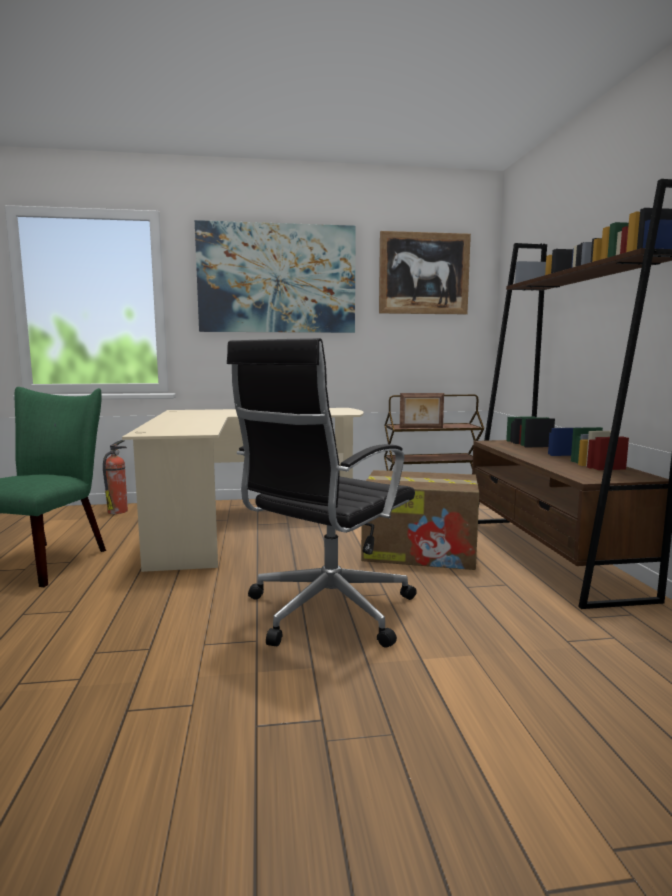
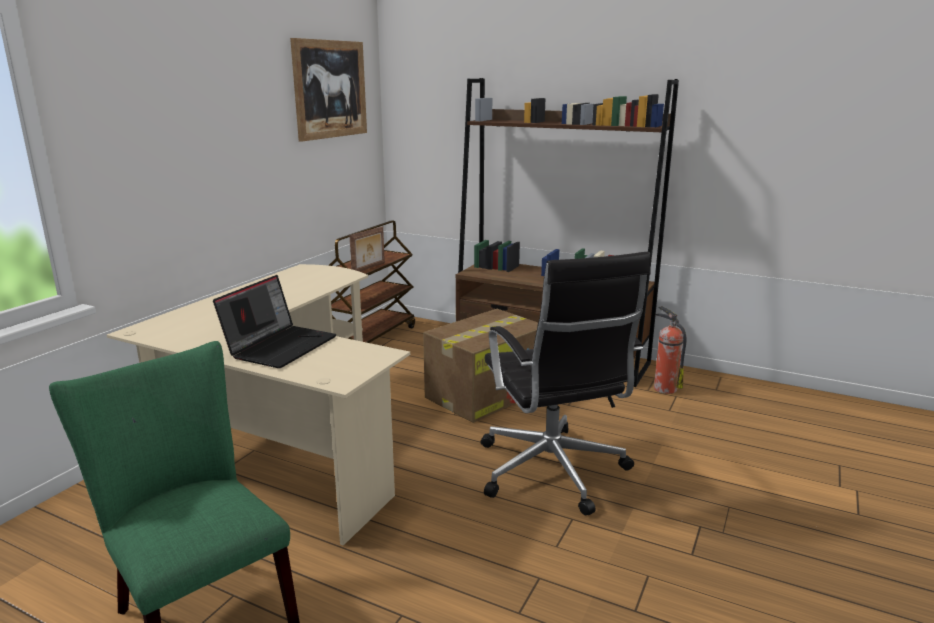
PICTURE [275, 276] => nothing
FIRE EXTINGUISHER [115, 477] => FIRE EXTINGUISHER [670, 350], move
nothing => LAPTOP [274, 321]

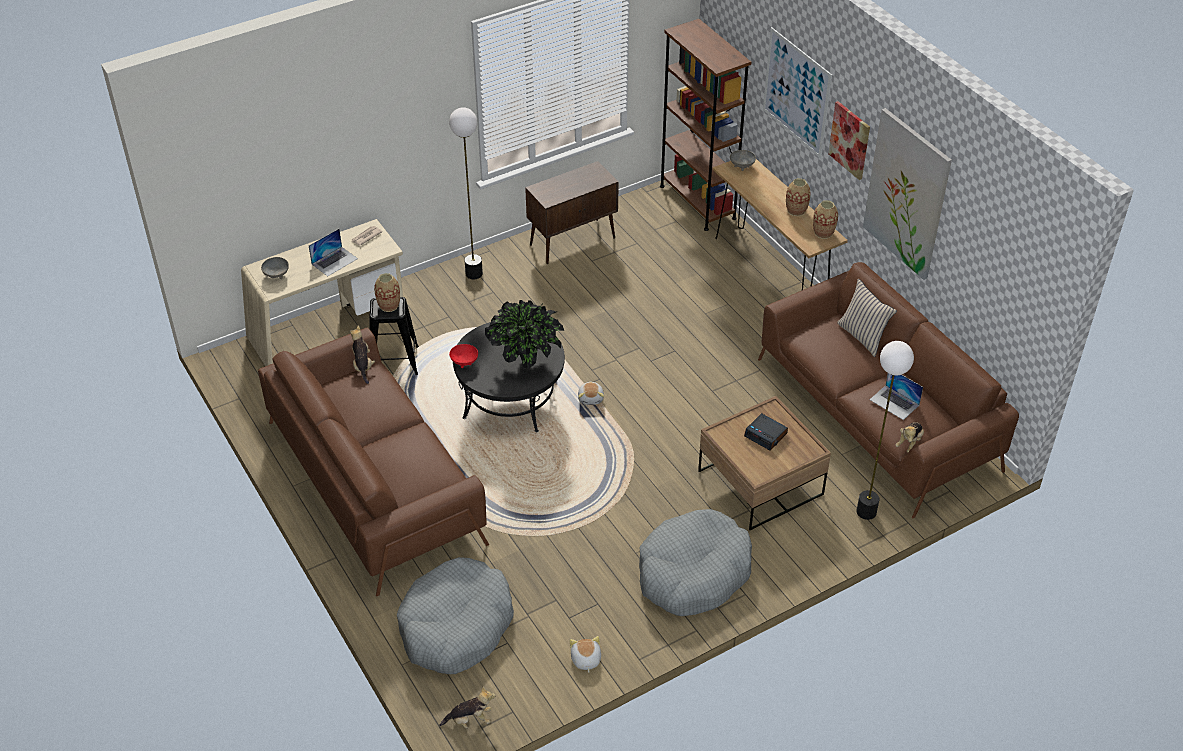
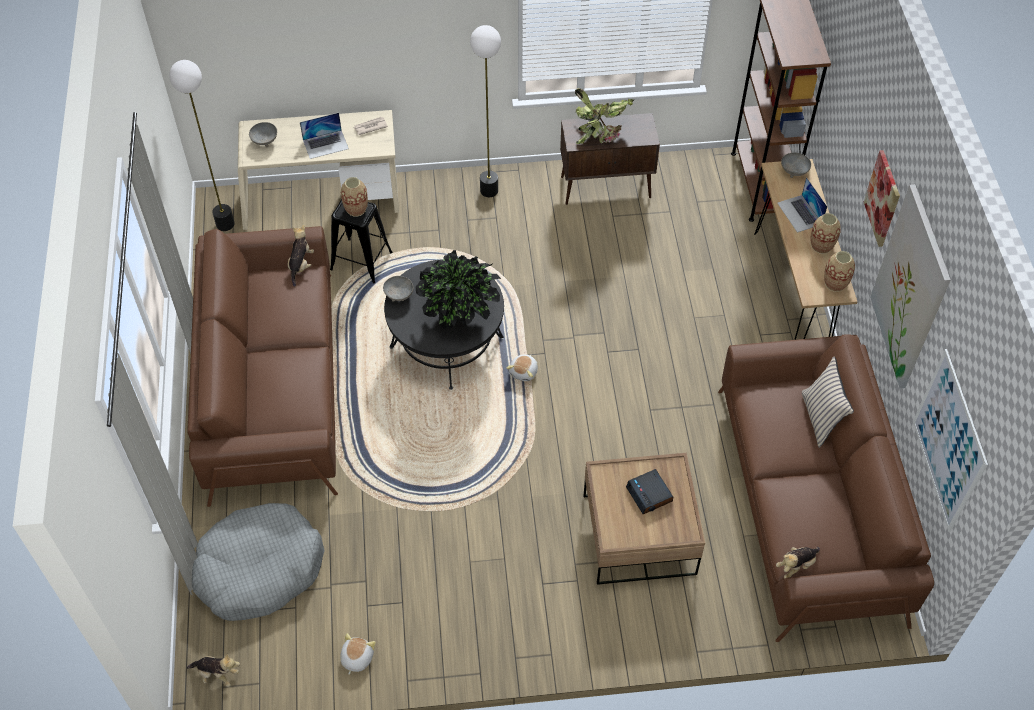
PICTURE [797, 92] => PICTURE [950, 440], move
FLOOR LAMP [885, 430] => FLOOR LAMP [202, 145], move
RED BOWL [463, 356] => GREY BOWL [398, 289]
LAPTOP [896, 396] => LAPTOP [802, 205], move
GREY DOG BED [695, 562] => nothing
nothing => POTTED PLANT [604, 116]

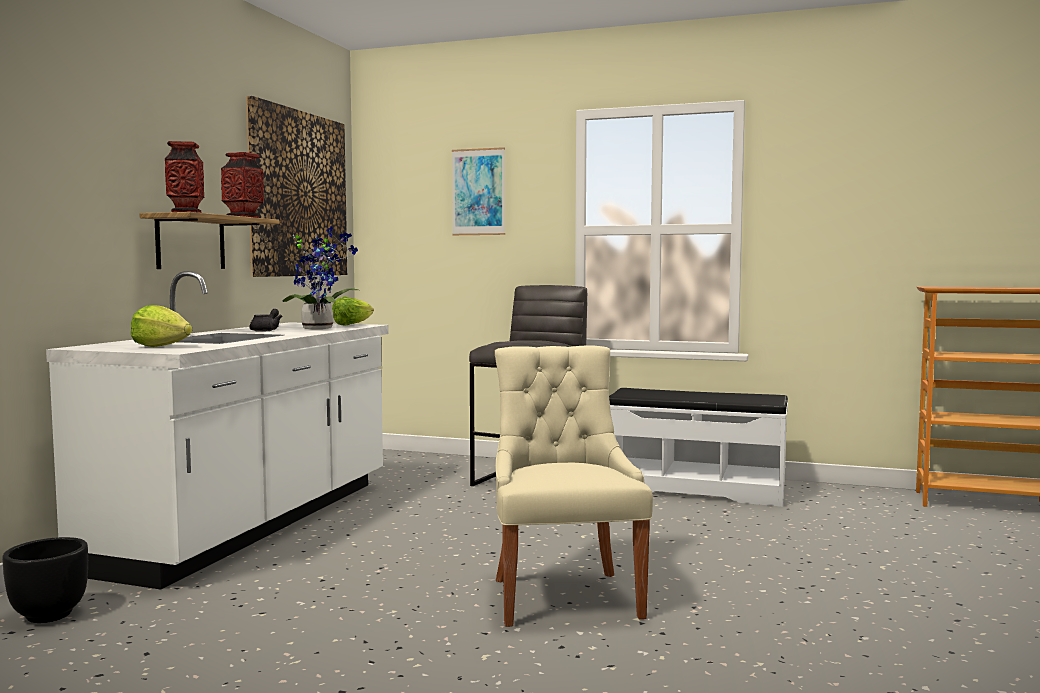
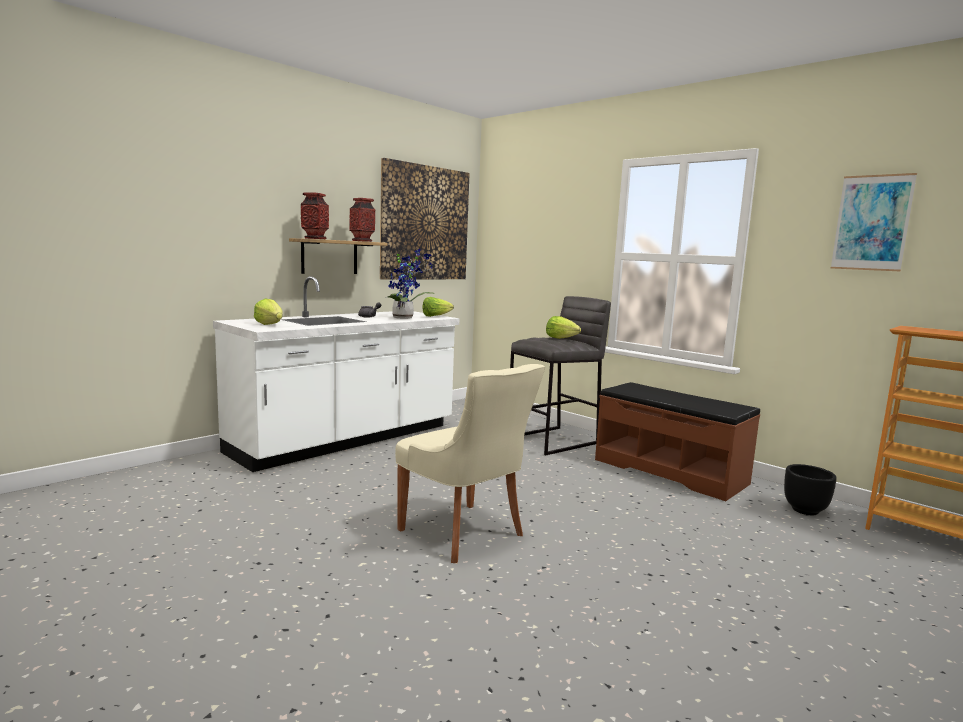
PICTURE [478, 191] => PICTURE [874, 222], move
BEIGE CHAIR [574, 486] => BEIGE CHAIR [470, 463], 120 degrees clockwise
WHITE BENCH [698, 447] => BROWN BENCH [677, 441]
BLACK PLANTER [45, 580] => BLACK PLANTER [810, 489], move
nothing => LETTUCE [563, 327]

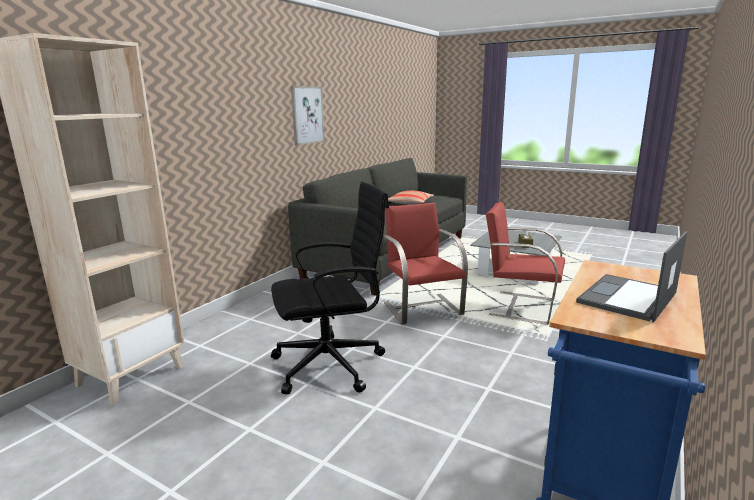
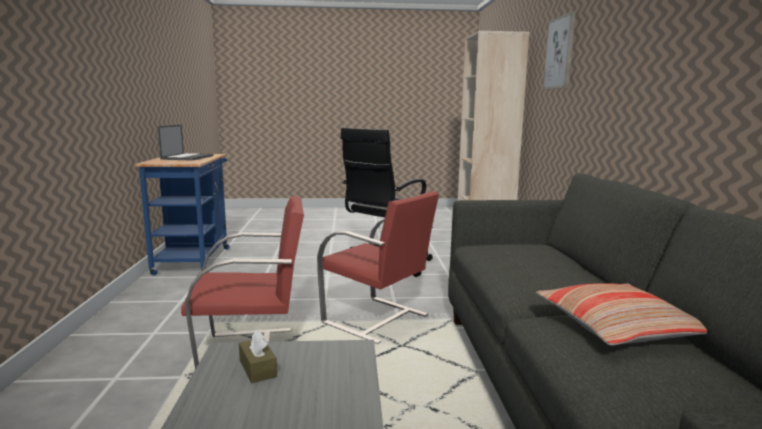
PICTURE [308, 115] => PICTURE [559, 50], move

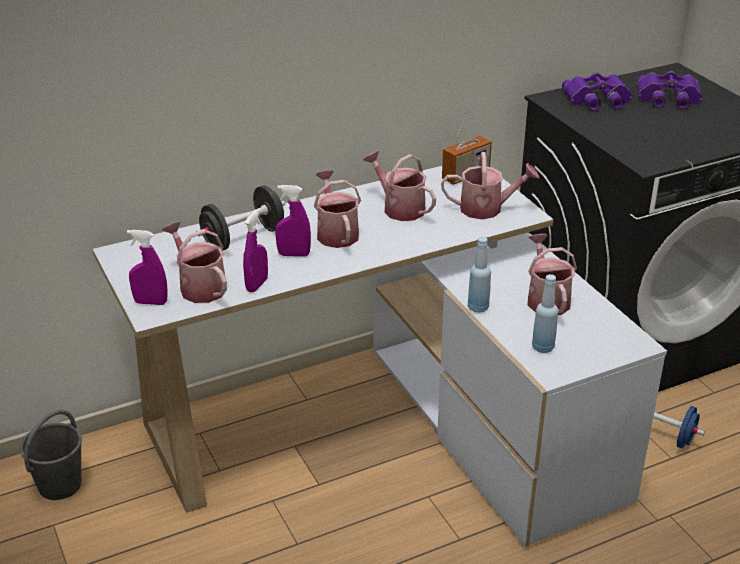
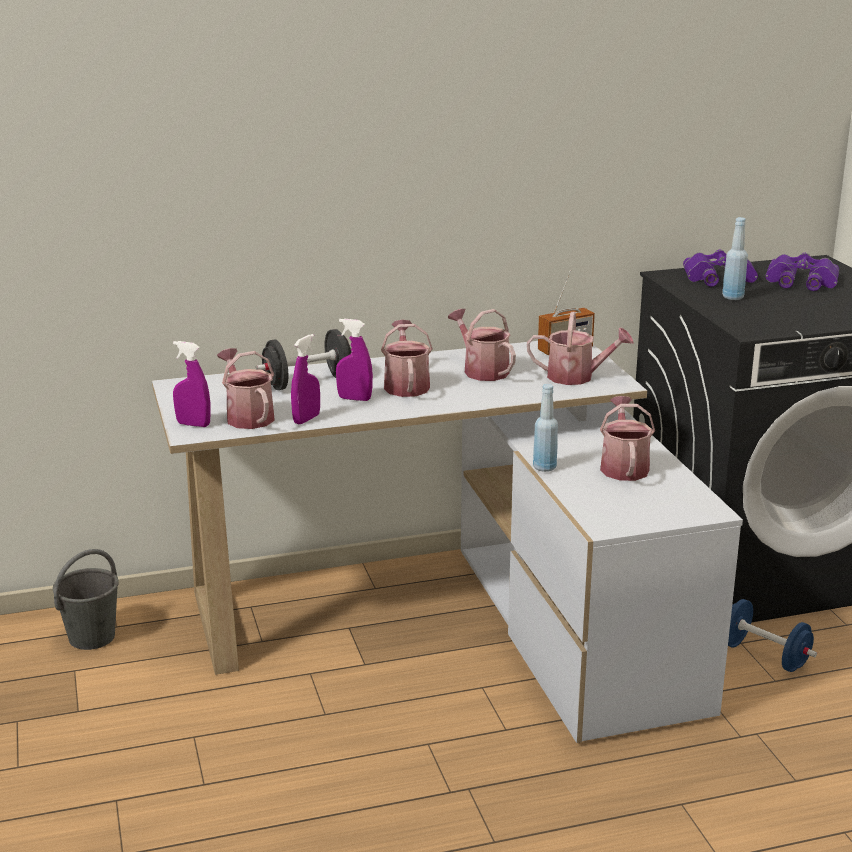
BLUE BOTTLE [545, 313] => BLUE BOTTLE [735, 258], move

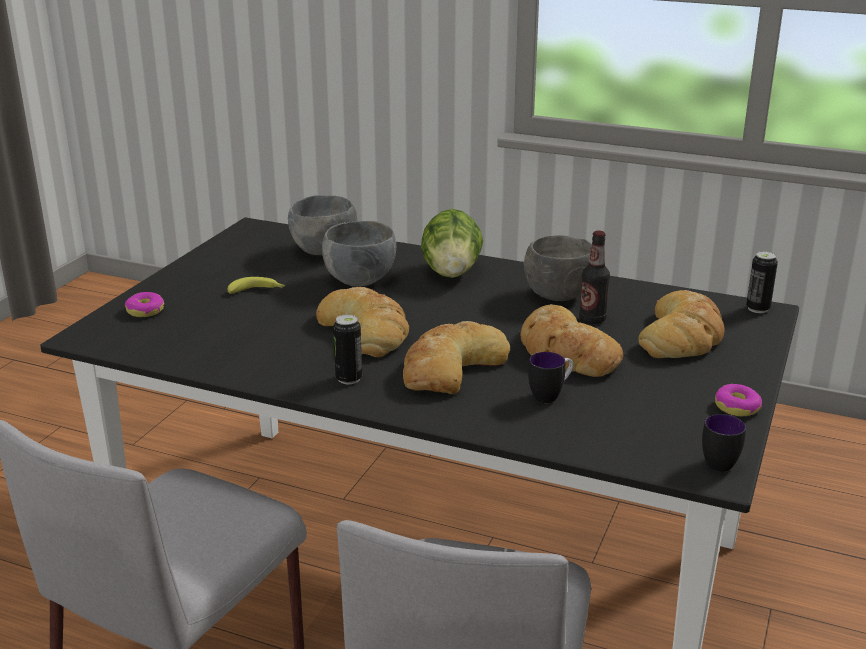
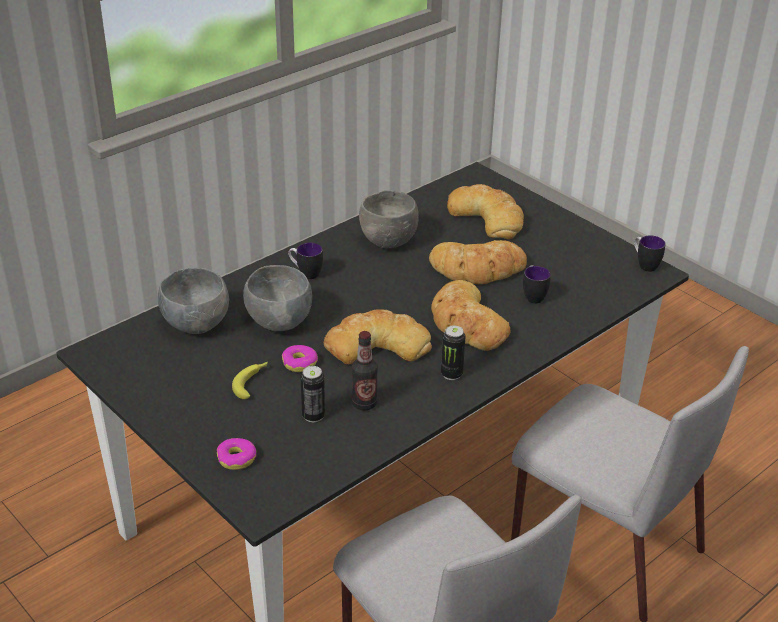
LETTUCE [452, 243] => MUG [305, 261]
BOTTLE [594, 277] => BOTTLE [364, 370], move
CAN [762, 282] => CAN [313, 394], move
DONUT [738, 400] => DONUT [300, 358], move

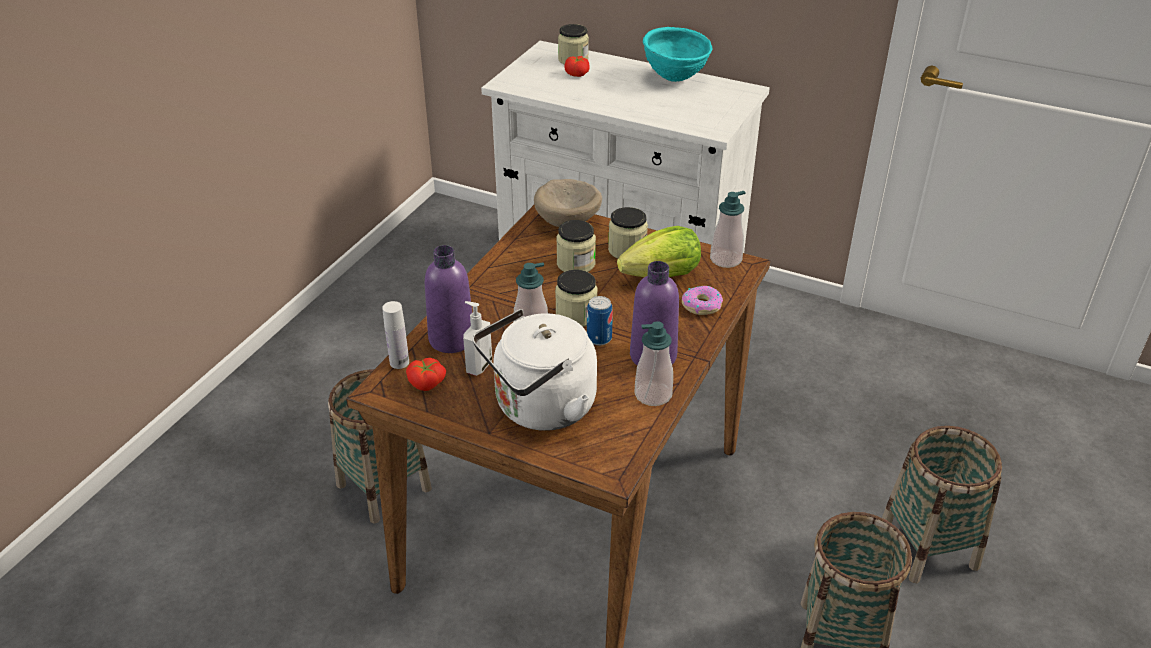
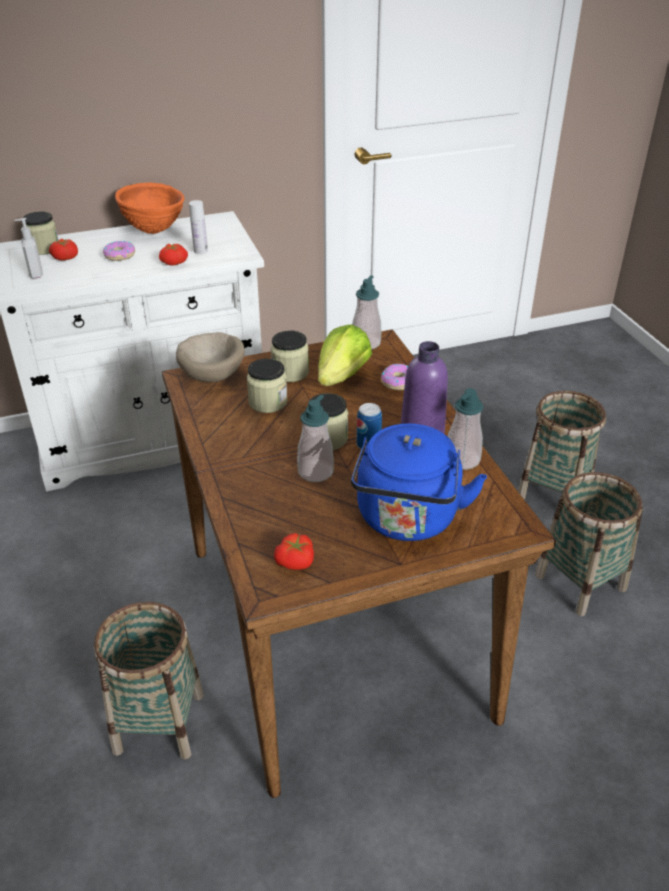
TURQUOISE BOWL [677, 54] => ORANGE BOWL [150, 208]
PURPLE BOTTLE [448, 299] => nothing
WHITE BOTTLE [395, 335] => WHITE BOTTLE [198, 227], move
SOAP DISPENSER [477, 338] => SOAP DISPENSER [28, 248], move
WHITE KETTLE [535, 370] => BLUE KETTLE [419, 482]
nothing => DONUT [119, 251]
nothing => TOMATO [173, 255]

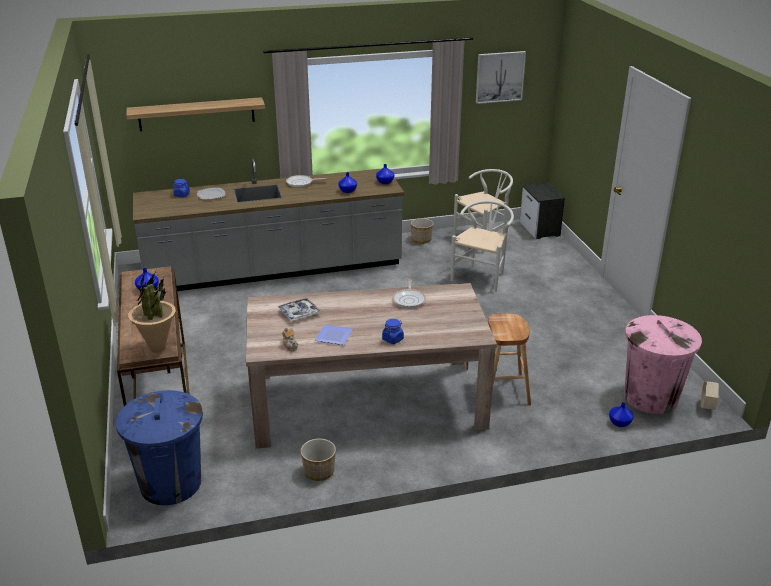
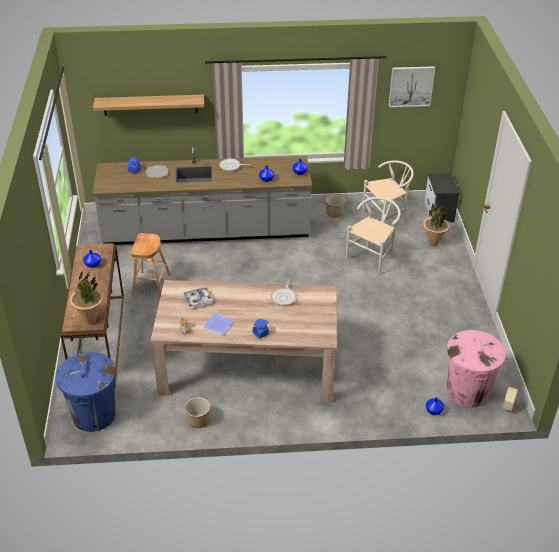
BROWN STOOL [509, 359] => BROWN STOOL [150, 264], move
nothing => POTTED PLANT [436, 224]

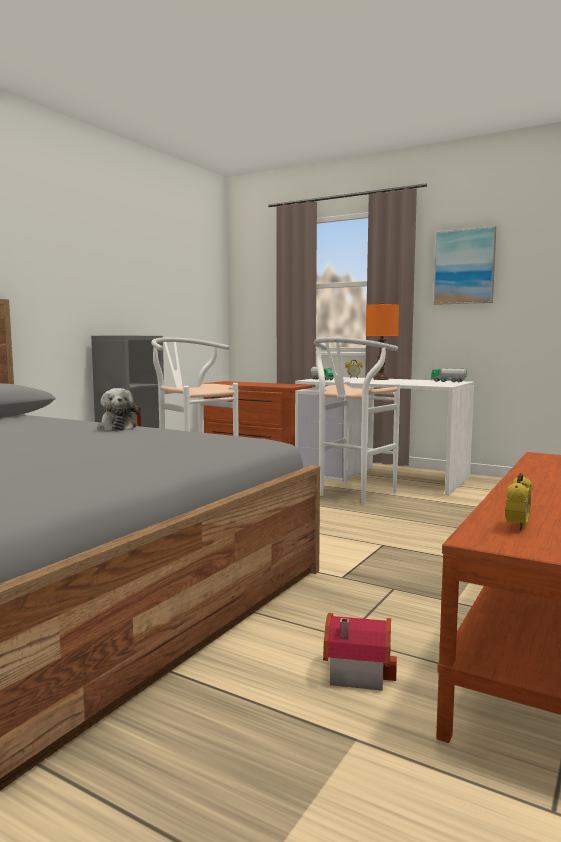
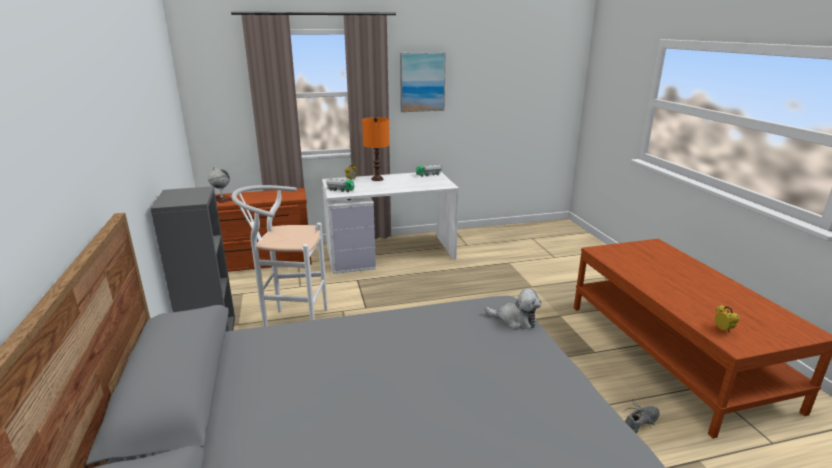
WHITE STOOL [357, 420] => nothing
PLUSH TOY [118, 409] => PLUSH TOY [513, 309], move
TOY HOUSE [360, 652] => GREY SHOE [642, 416]
nothing => GLOBE [220, 185]

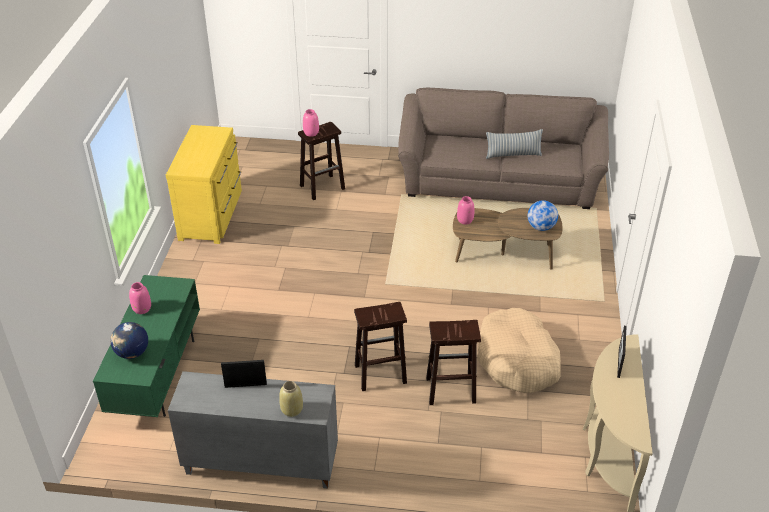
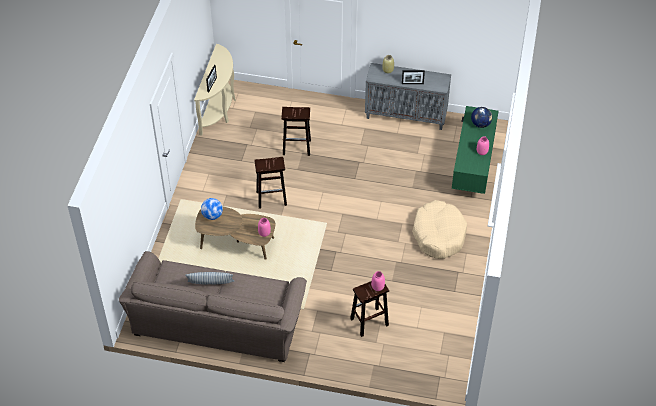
YELLOW DRESSER [204, 184] => nothing
BROWN STOOL [380, 346] => BROWN STOOL [270, 183], move
BEIGE DOG BED [519, 350] => BEIGE DOG BED [439, 229], move

